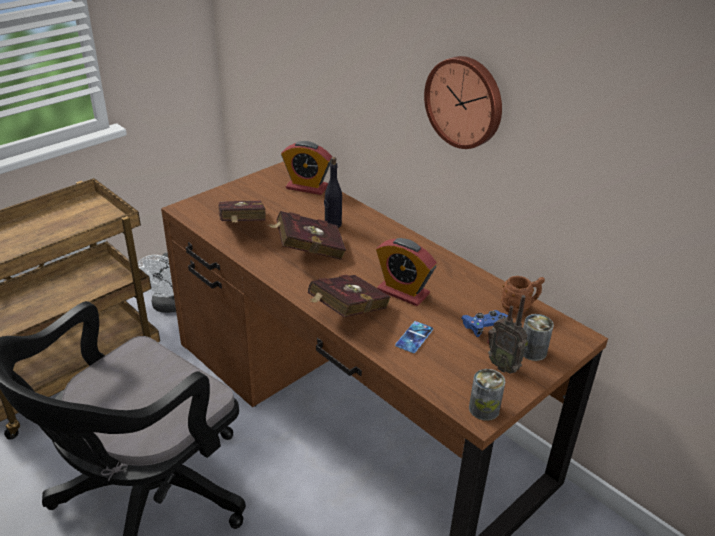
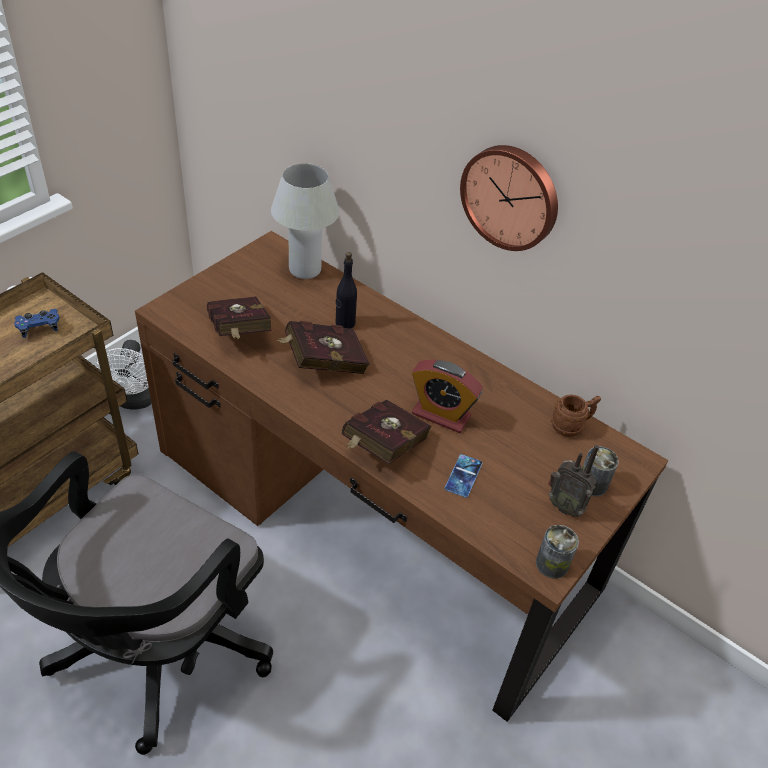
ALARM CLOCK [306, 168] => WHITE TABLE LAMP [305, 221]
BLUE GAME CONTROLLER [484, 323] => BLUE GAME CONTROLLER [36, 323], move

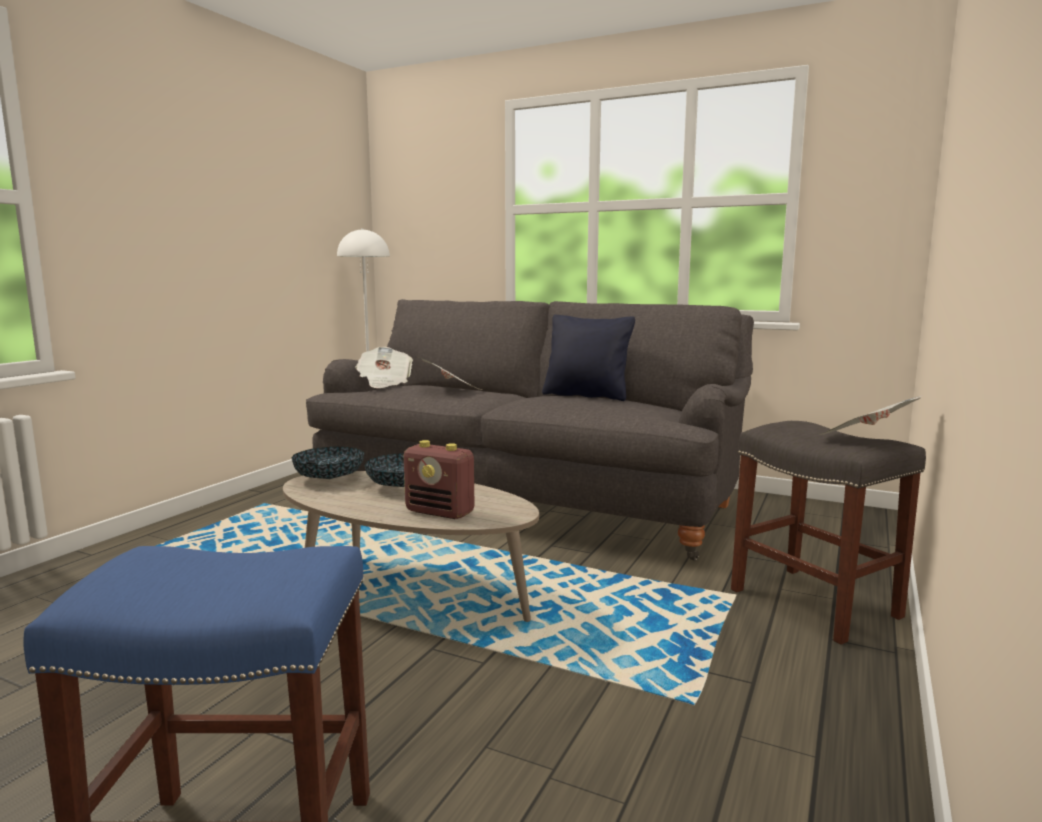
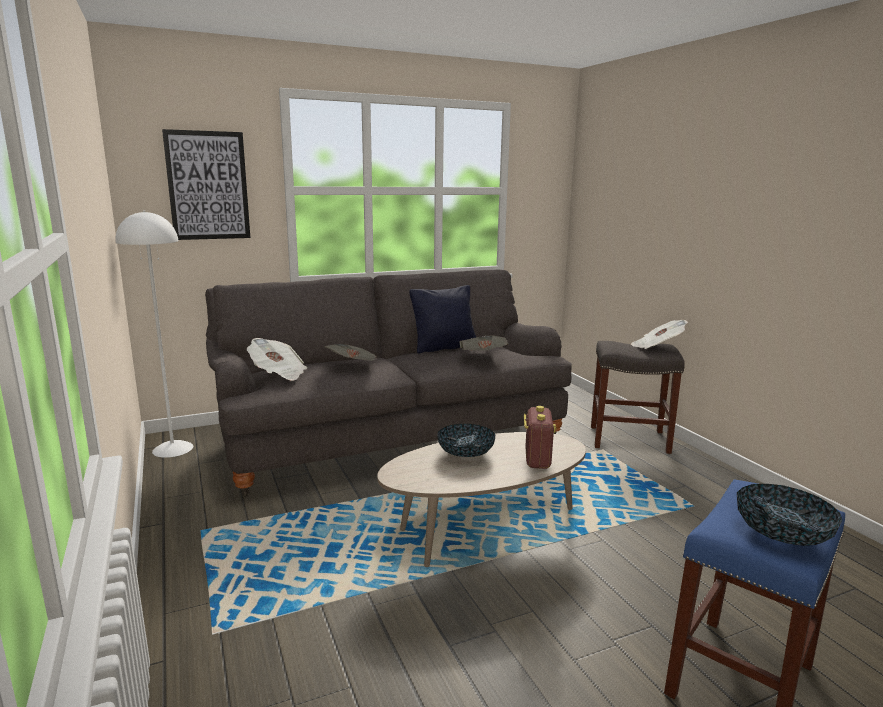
RADIO [439, 479] => RADIO [540, 437], 60 degrees counterclockwise
BOWL [328, 463] => BOWL [789, 515], move
nothing => PICTURE [206, 184]
nothing => NEWSPAPER [483, 343]

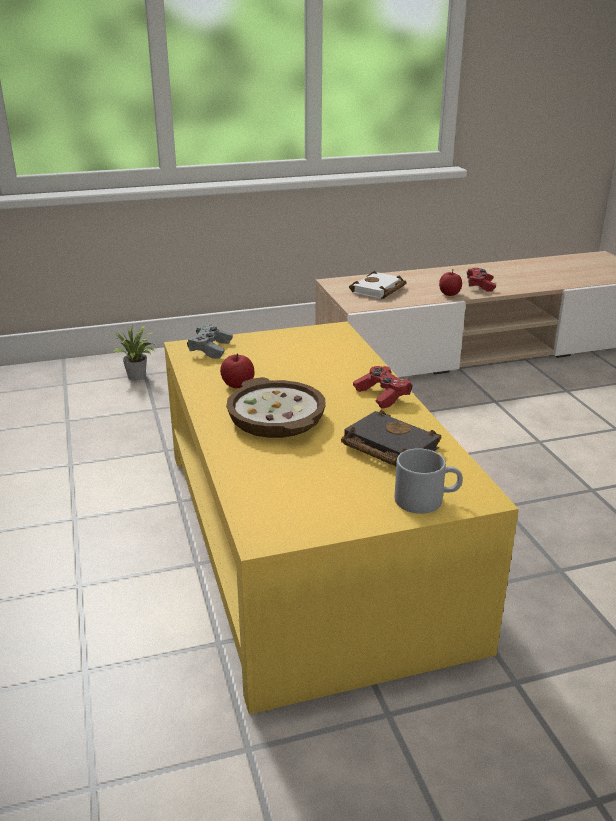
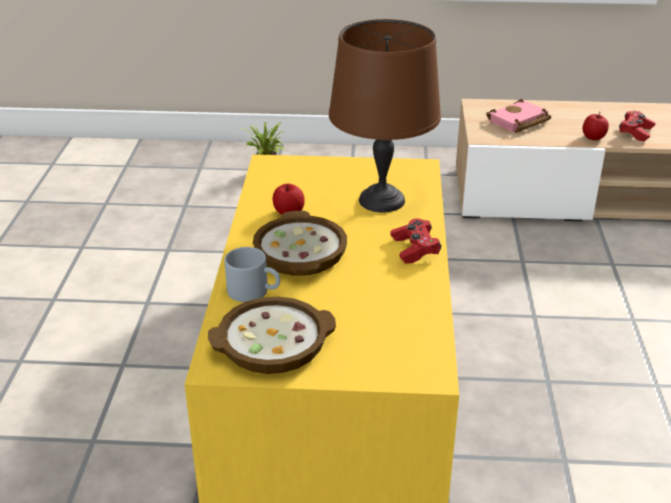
WHITE BOOK [378, 285] => PINK BOOK [519, 116]
GREY GAME CONTROLLER [210, 341] => nothing
BLACK BOOK [391, 438] => nothing
GREY MUG [429, 481] => GREY MUG [252, 274], move
nothing => BROWN TABLE LAMP [385, 116]
nothing => BOWL [272, 335]

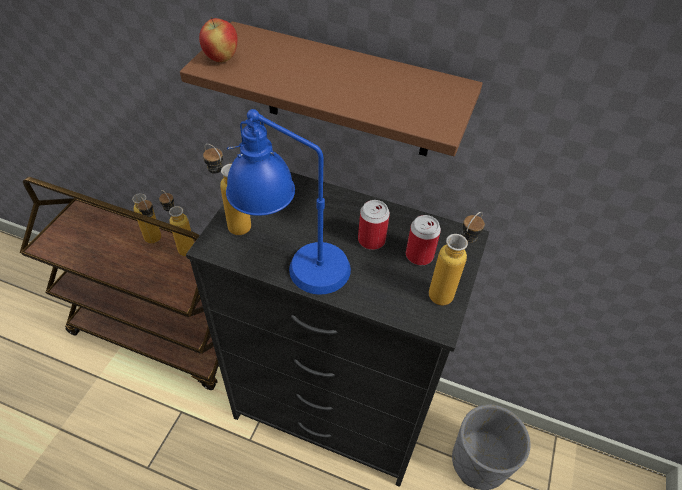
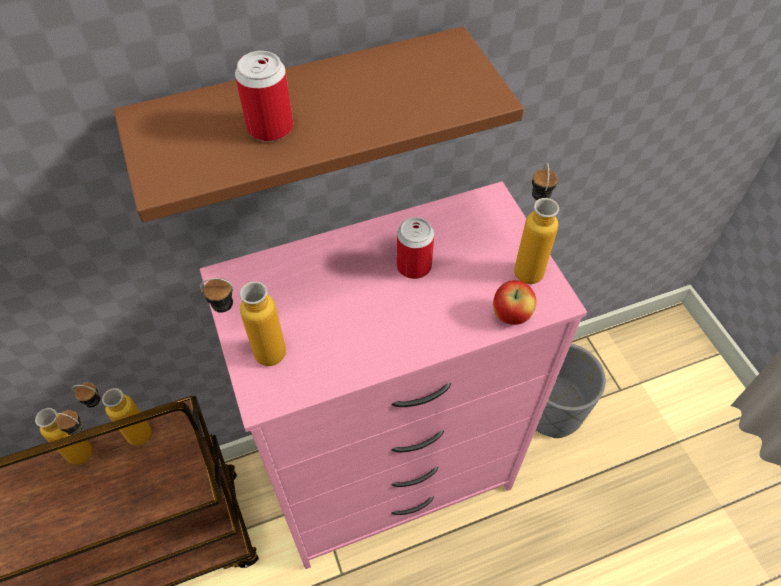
APPLE [218, 39] => APPLE [514, 302], move
BLUE TABLE LAMP [288, 202] => nothing
BLACK DRESSER [337, 329] => PINK DRESSER [393, 375]
CAN [423, 240] => CAN [264, 96], move

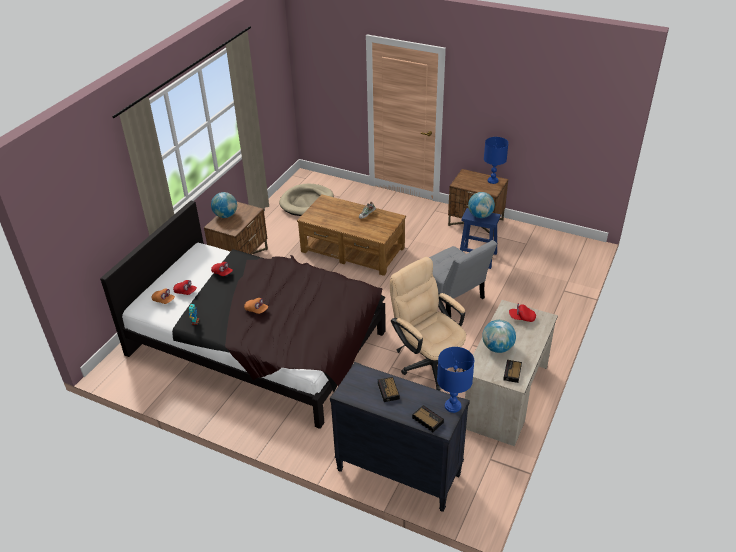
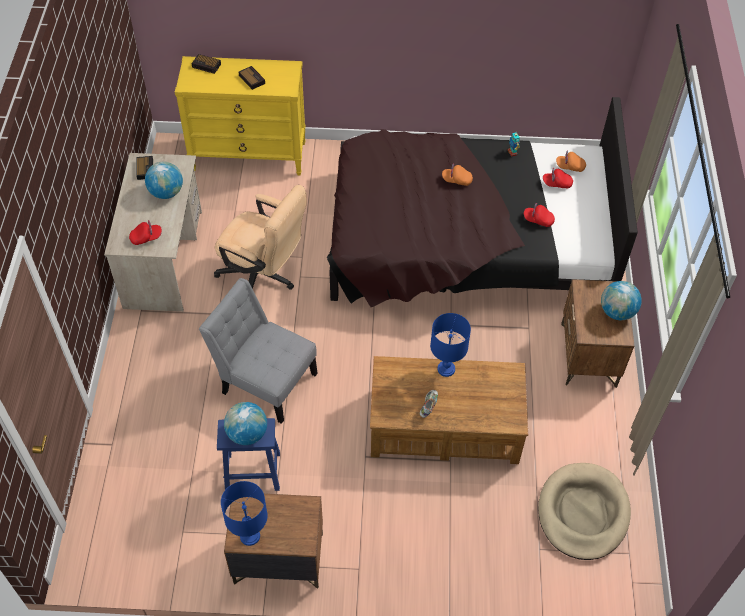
BLUE TABLE LAMP [455, 380] => BLUE TABLE LAMP [450, 345], move
BLACK DRESSER [400, 437] => YELLOW DRESSER [240, 115]

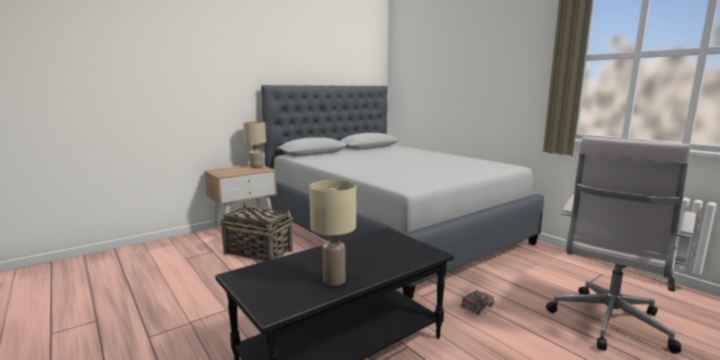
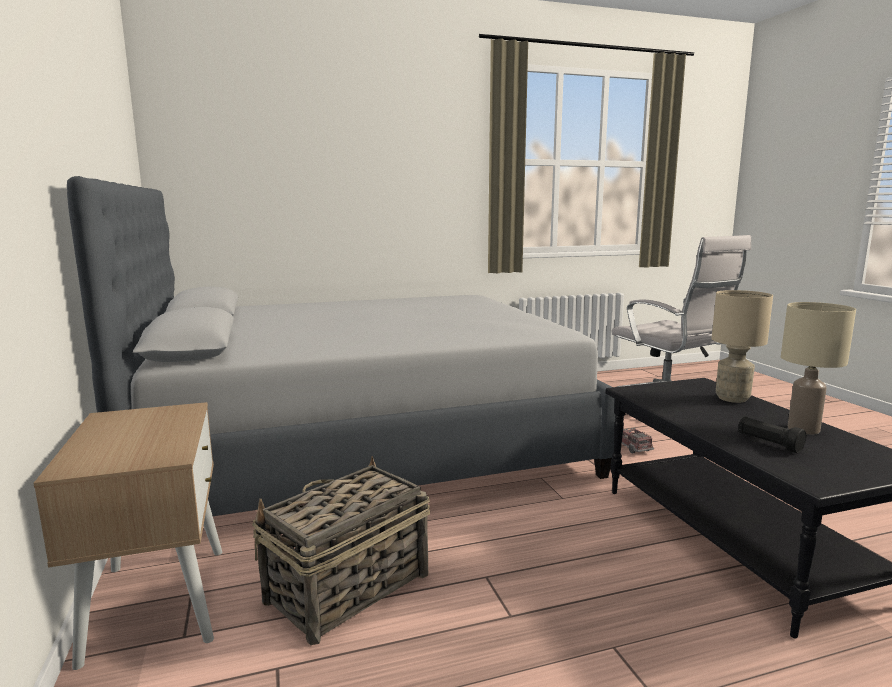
BEIGE TABLE LAMP [254, 144] => BEIGE TABLE LAMP [742, 346], move
nothing => BLACK FLASHLIGHT [772, 435]

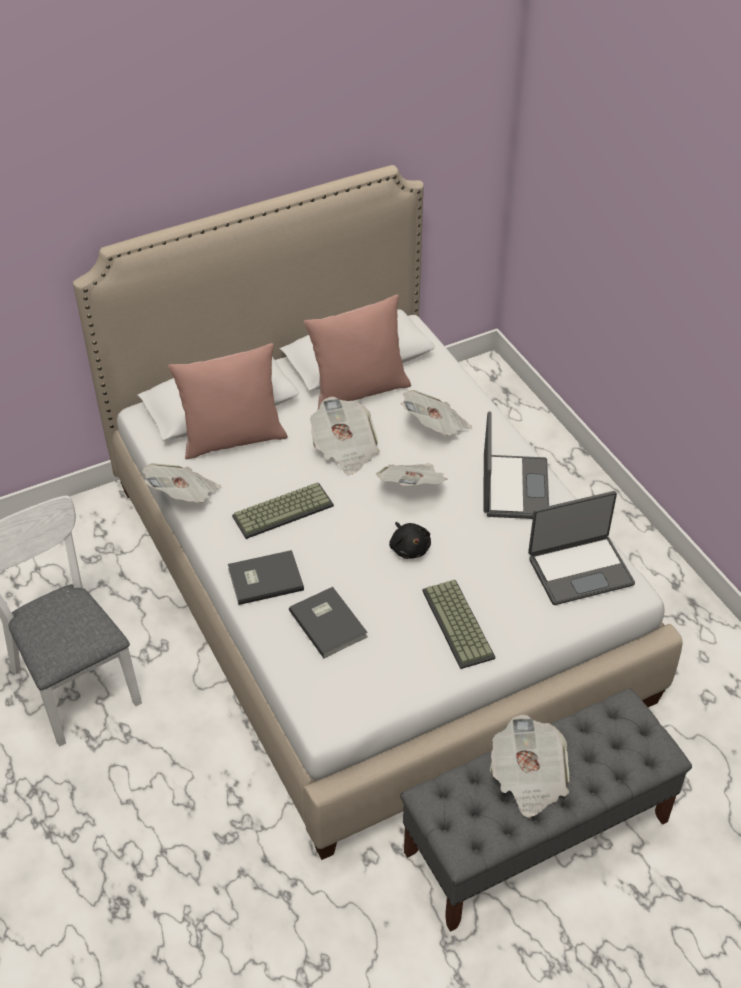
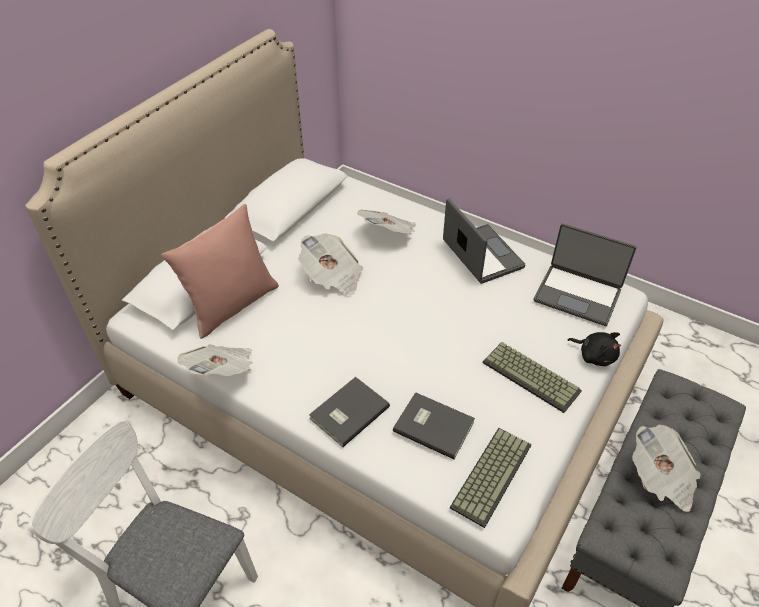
PINK PILLOW [357, 352] => nothing
NEWSPAPER [412, 474] => nothing
KEYBOARD [283, 511] => KEYBOARD [491, 478], move
LAPTOP [581, 548] => LAPTOP [585, 274], 75 degrees clockwise
BLACK PLUSH TOY [410, 540] => BLACK PLUSH TOY [594, 349], move

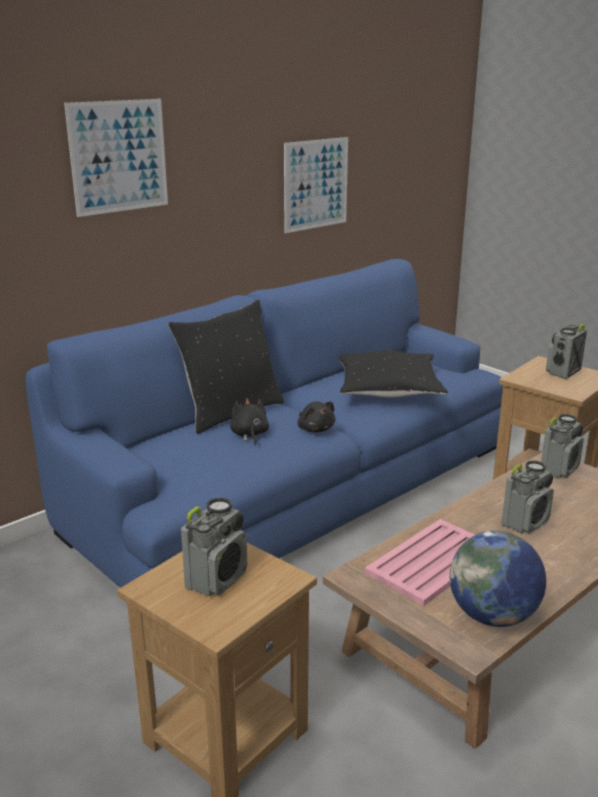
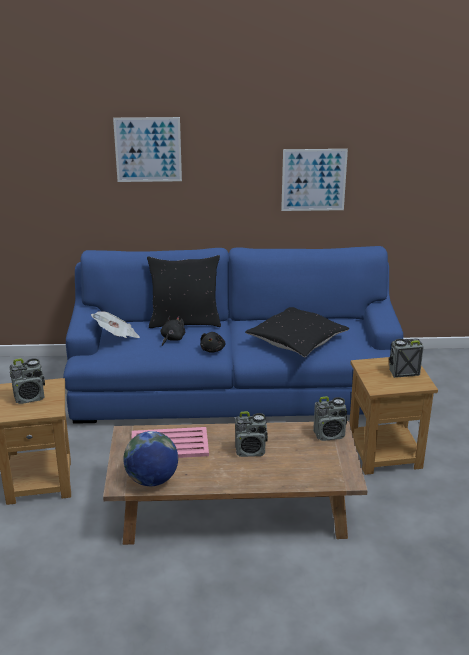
nothing => NEWSPAPER [115, 324]

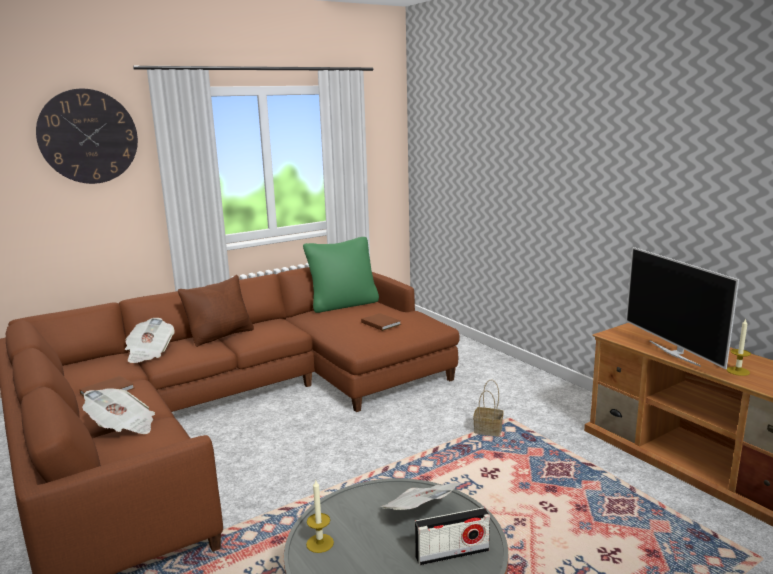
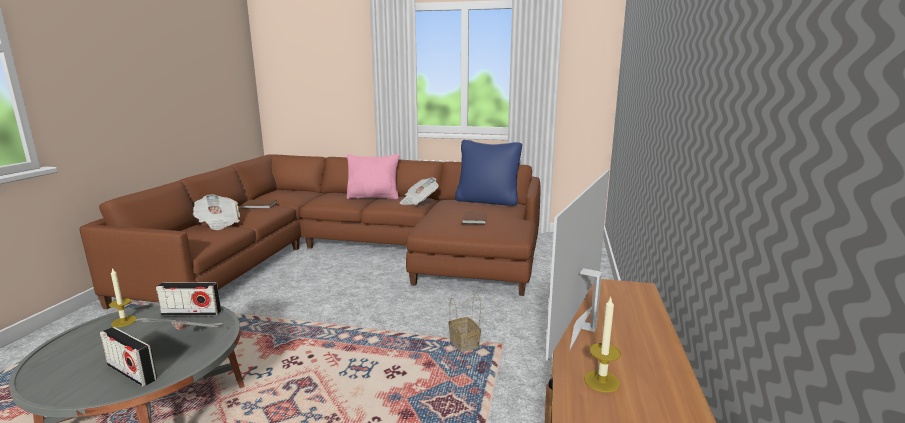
WALL CLOCK [87, 136] => nothing
GREEN PILLOW [341, 275] => BLUE PILLOW [488, 173]
BROWN PILLOW [216, 311] => PINK PILLOW [373, 177]
NEWSPAPER [149, 340] => NEWSPAPER [419, 191], move
nothing => RADIO [188, 299]

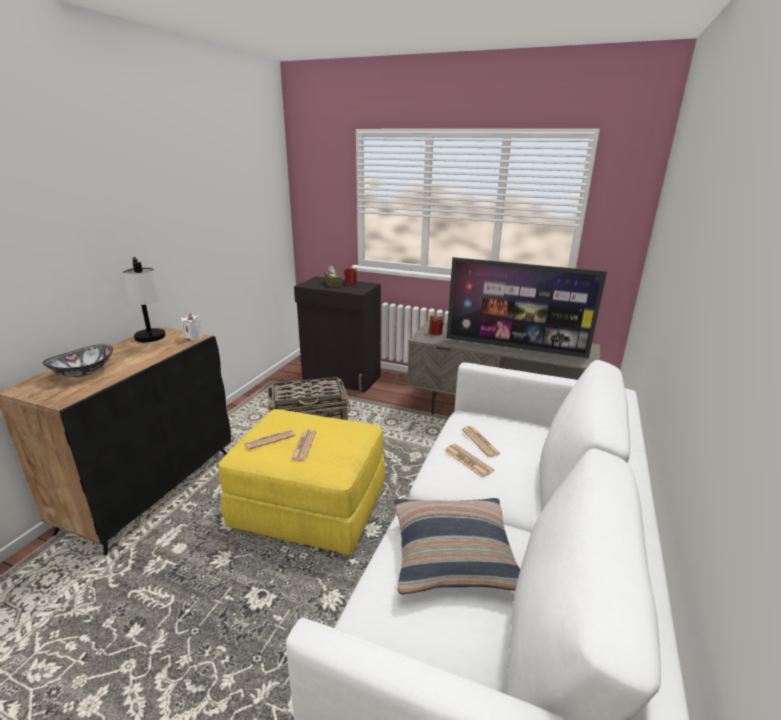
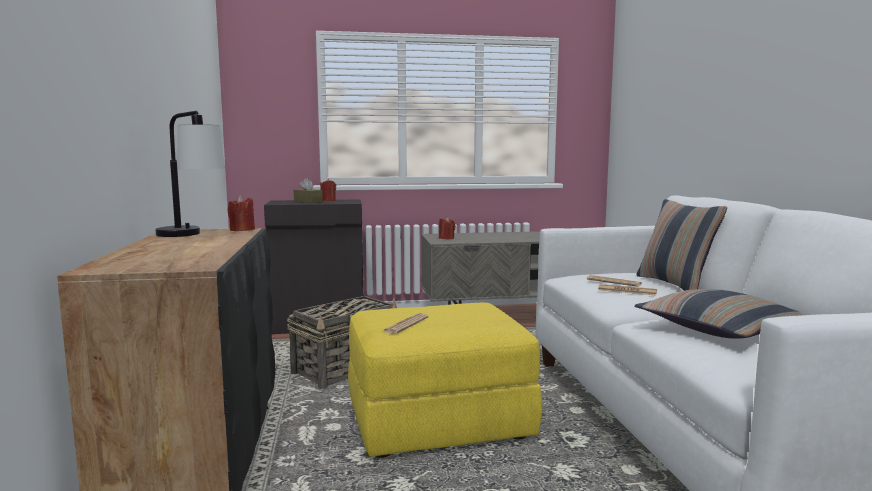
TELEVISION [526, 307] => nothing
WHITE CANDLE [192, 326] => RED CANDLE [241, 213]
BOWL [78, 360] => nothing
NEWSPAPER [303, 445] => nothing
nothing => PILLOW [681, 245]

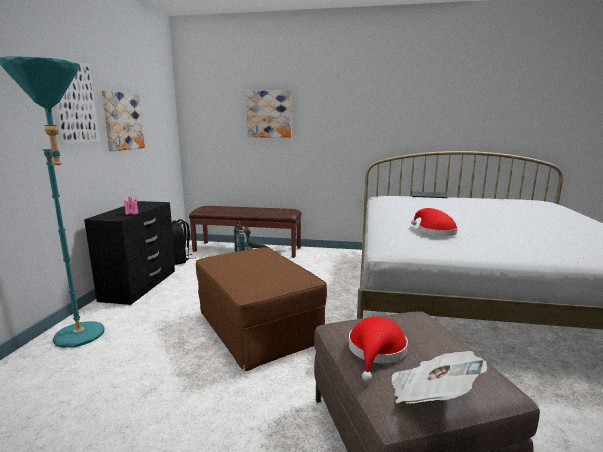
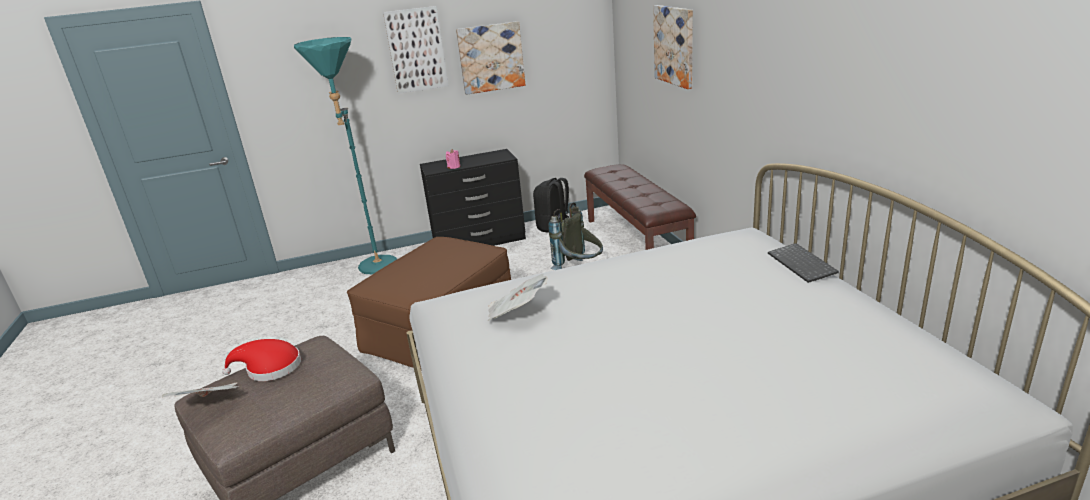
RED HAT [434, 222] => NEWSPAPER [518, 297]

